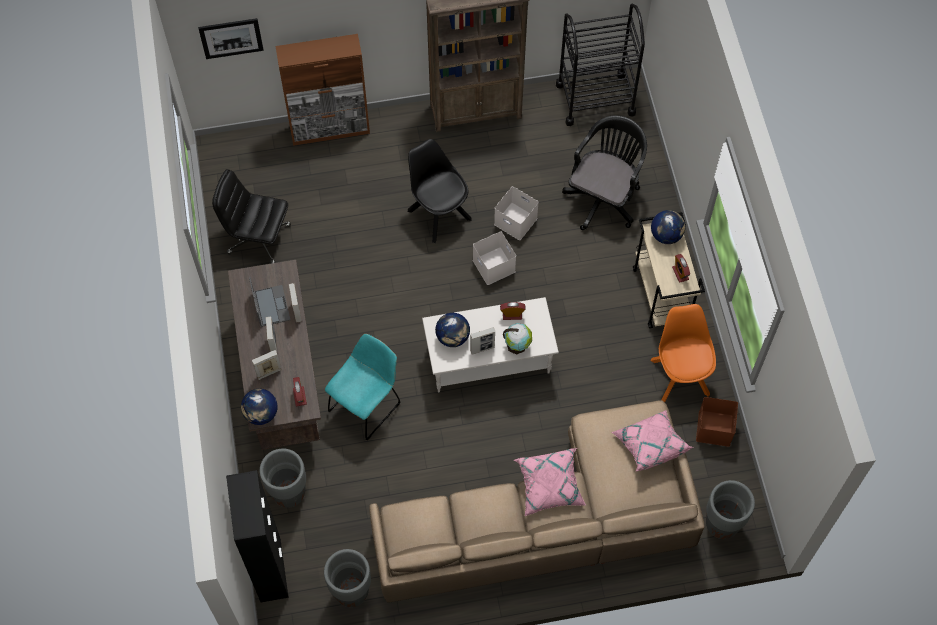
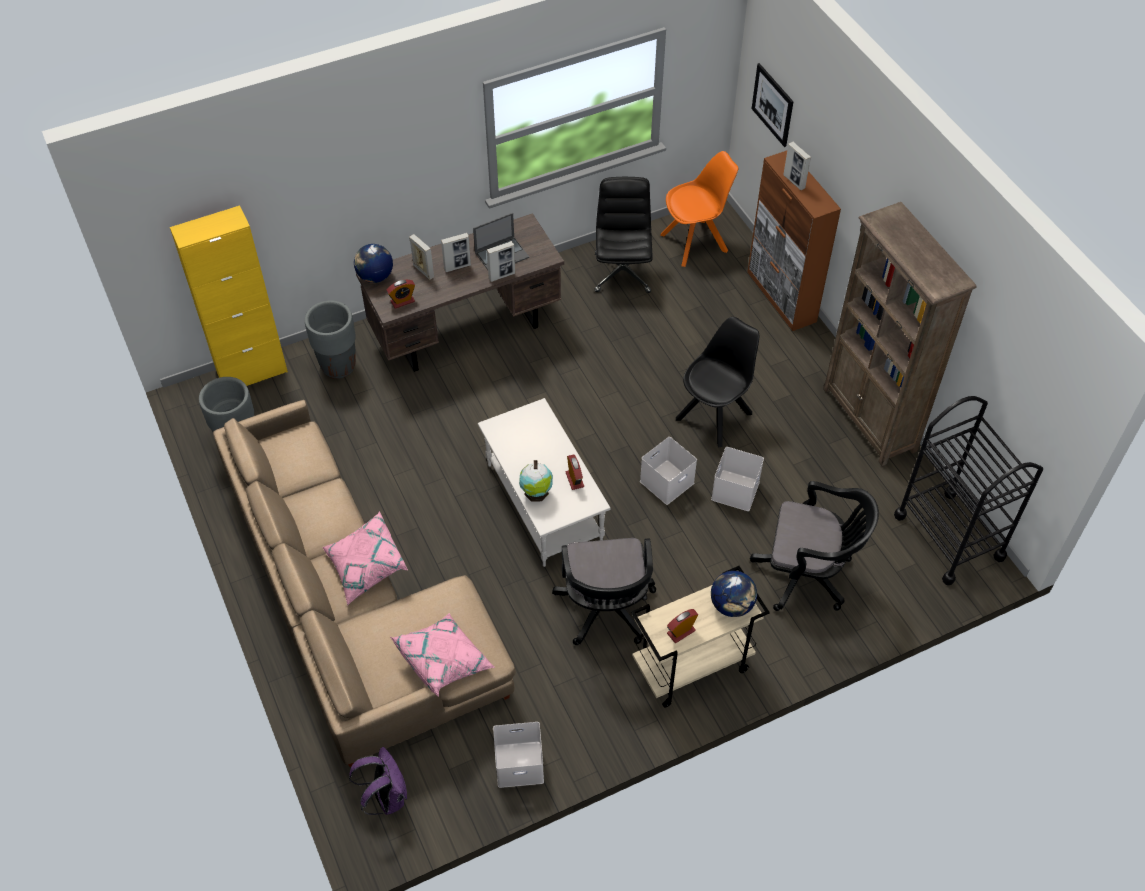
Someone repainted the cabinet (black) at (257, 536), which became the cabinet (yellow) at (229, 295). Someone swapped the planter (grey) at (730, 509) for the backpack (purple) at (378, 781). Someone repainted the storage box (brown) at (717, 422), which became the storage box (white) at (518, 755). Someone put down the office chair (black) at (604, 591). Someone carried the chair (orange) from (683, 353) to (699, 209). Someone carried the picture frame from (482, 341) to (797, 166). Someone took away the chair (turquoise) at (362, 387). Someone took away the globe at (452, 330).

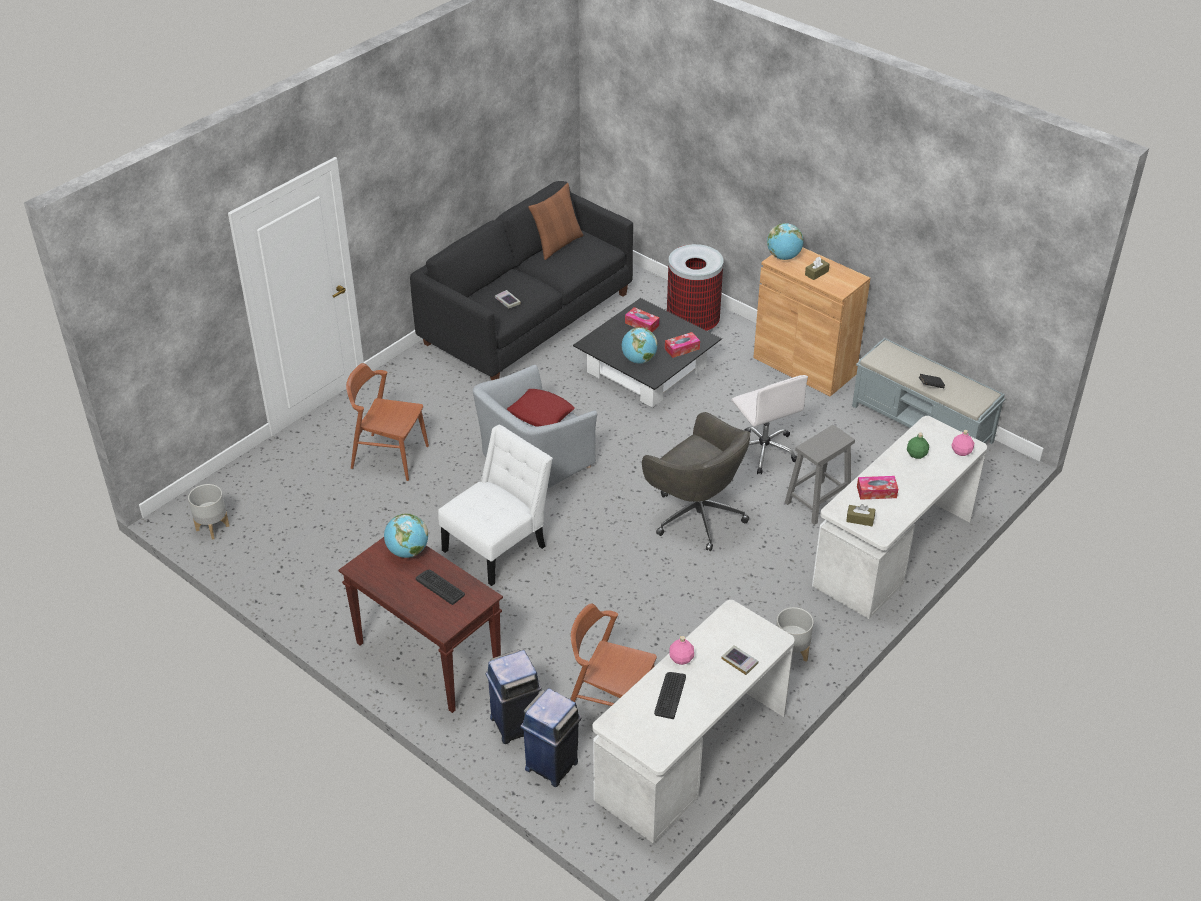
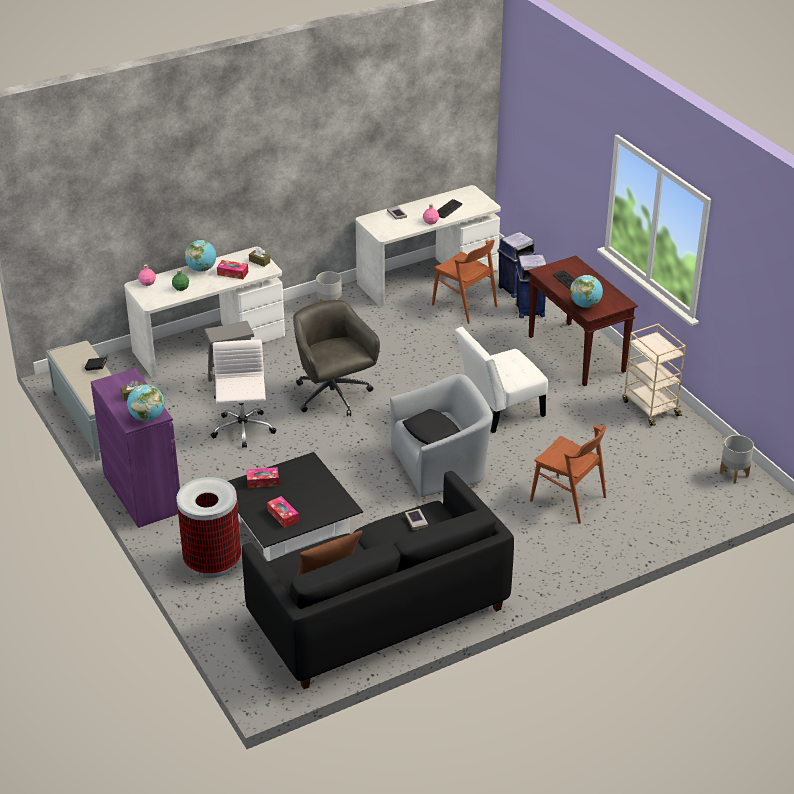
Someone repainted the cabinet (brown) at (811, 321), which became the cabinet (purple) at (135, 448). Someone carried the globe from (639, 345) to (200, 256). Someone repainted the pillow (red) at (541, 408), which became the pillow (black) at (431, 427). Someone put down the cart (beige) at (654, 375).

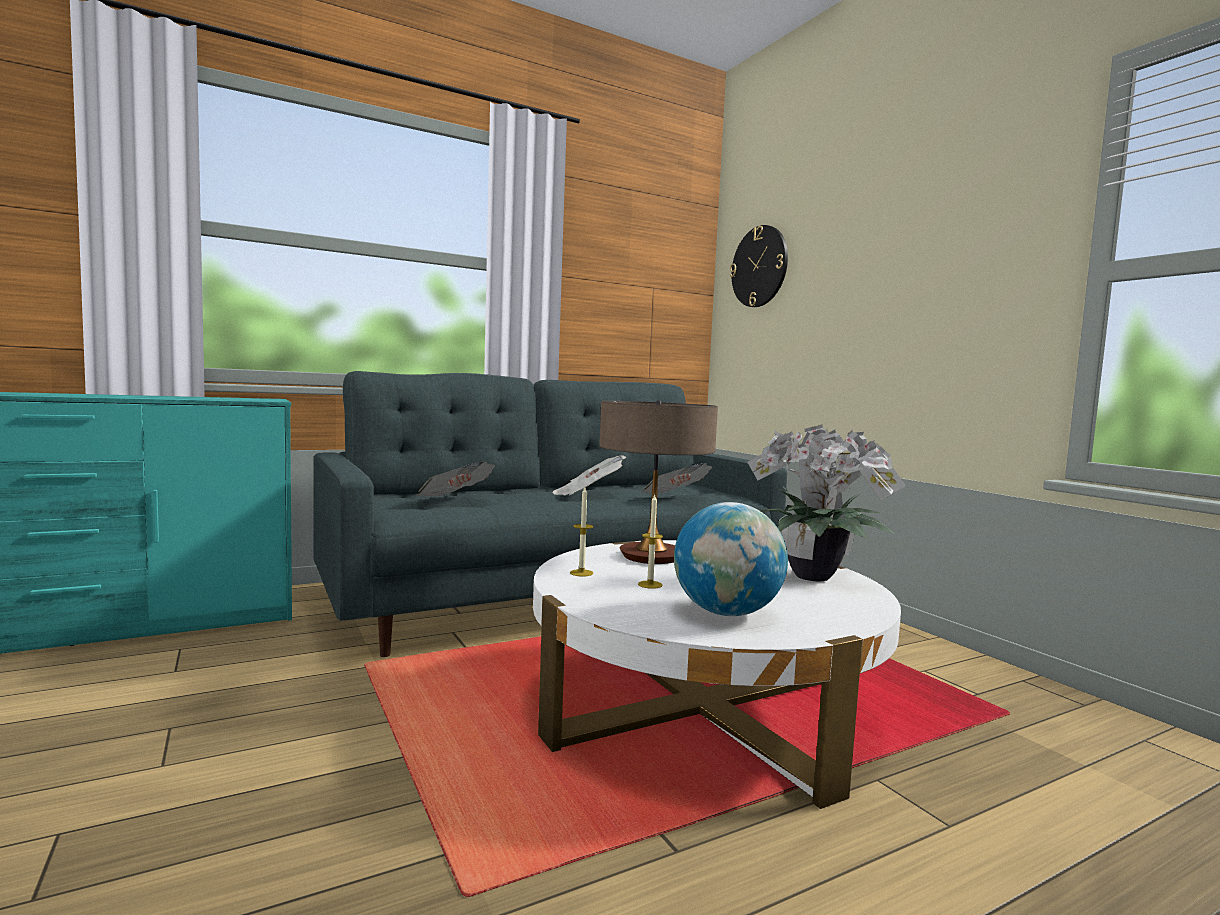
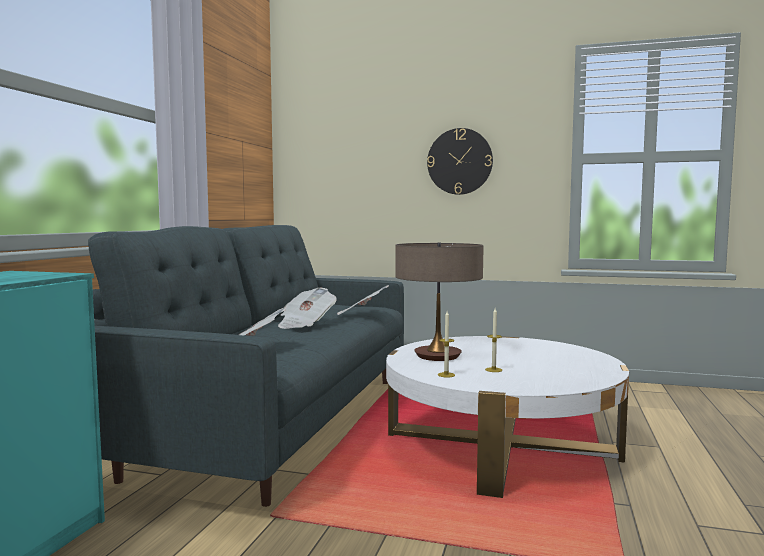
Someone carried the wall clock from (759, 266) to (460, 161). Someone took away the globe at (731, 559). Someone took away the potted plant at (826, 502).

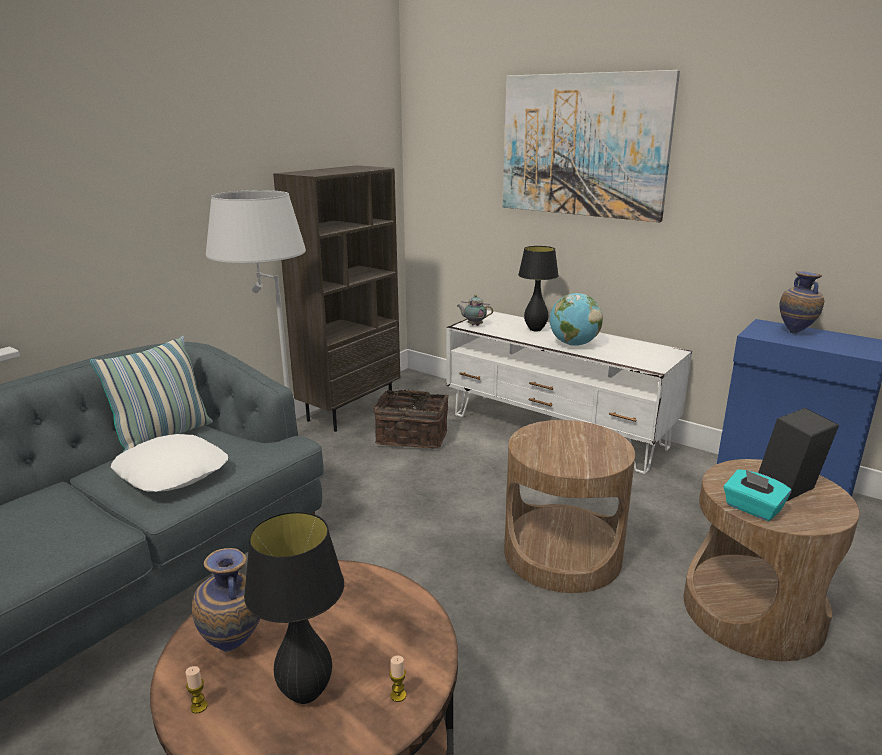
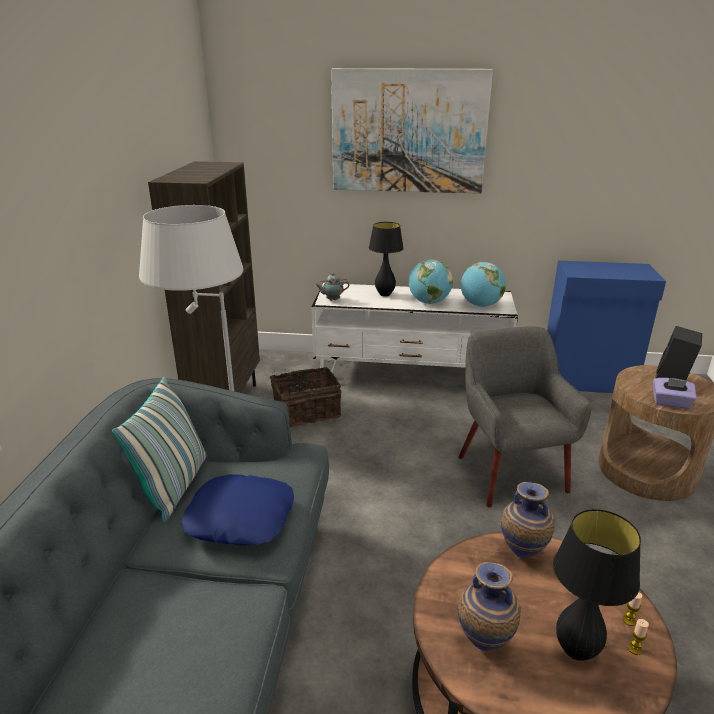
Someone repainted the pillow (white) at (169, 463), which became the pillow (blue) at (237, 509). Someone swapped the side table (brown) at (569, 506) for the armchair (grey) at (524, 416). Someone put down the globe at (483, 284). Someone carried the vase from (802, 302) to (528, 520). Someone carried the candle from (196, 690) to (638, 637). Someone repainted the tissue box (turquoise) at (757, 495), which became the tissue box (purple) at (675, 393).

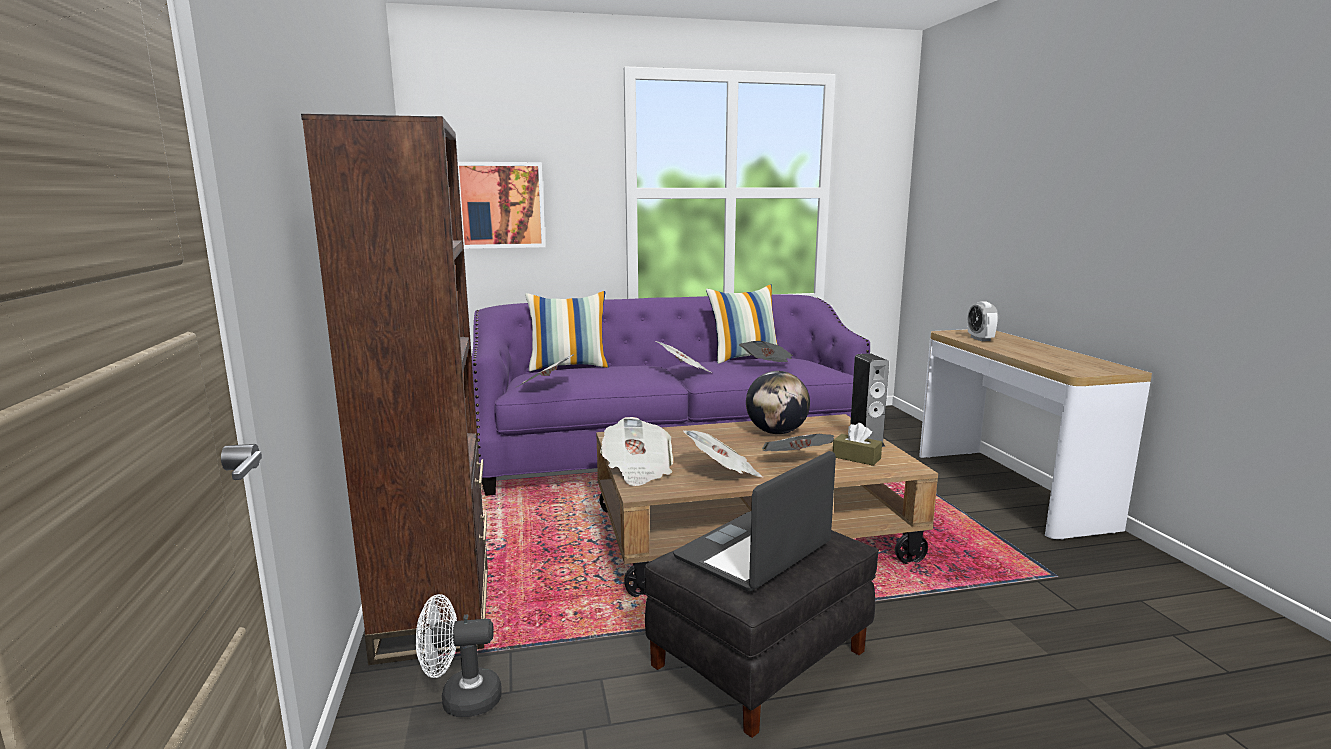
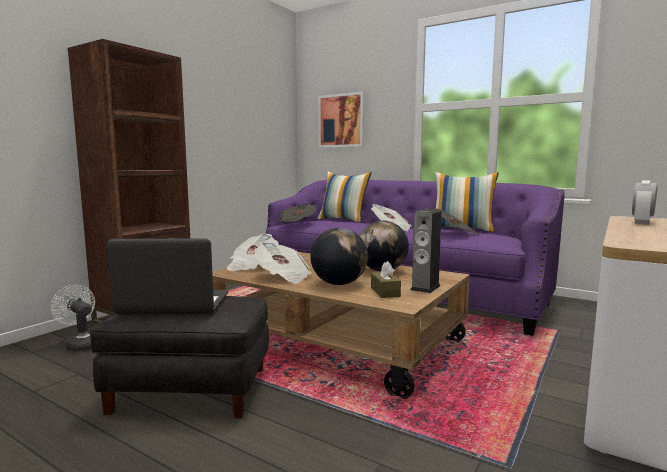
Someone swapped the newspaper at (798, 442) for the globe at (339, 256).

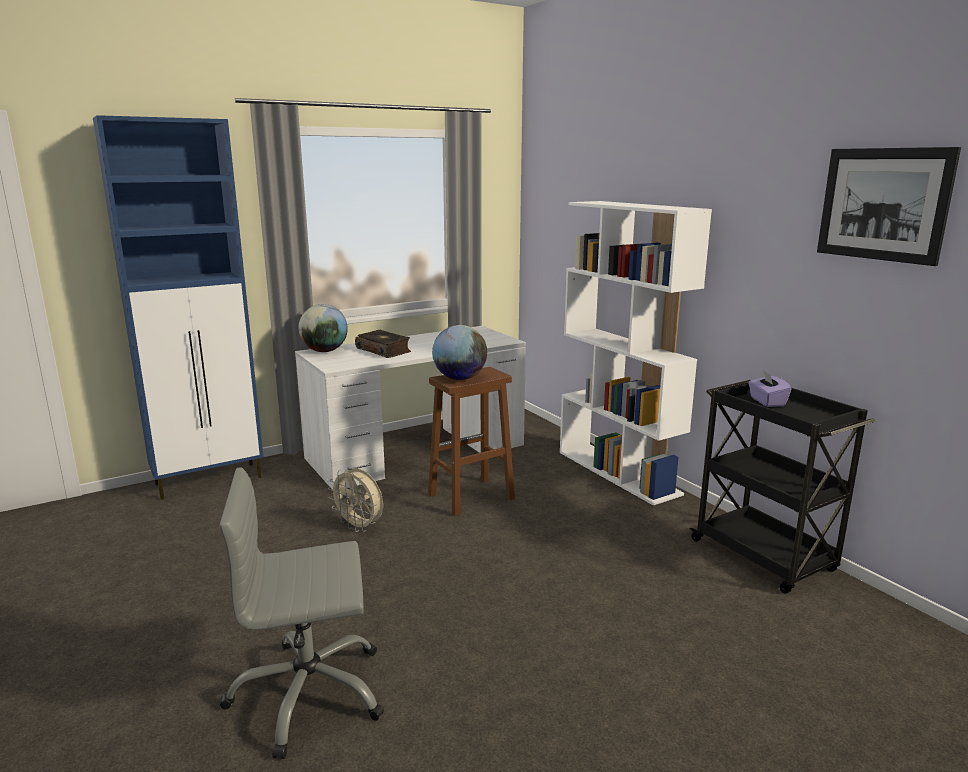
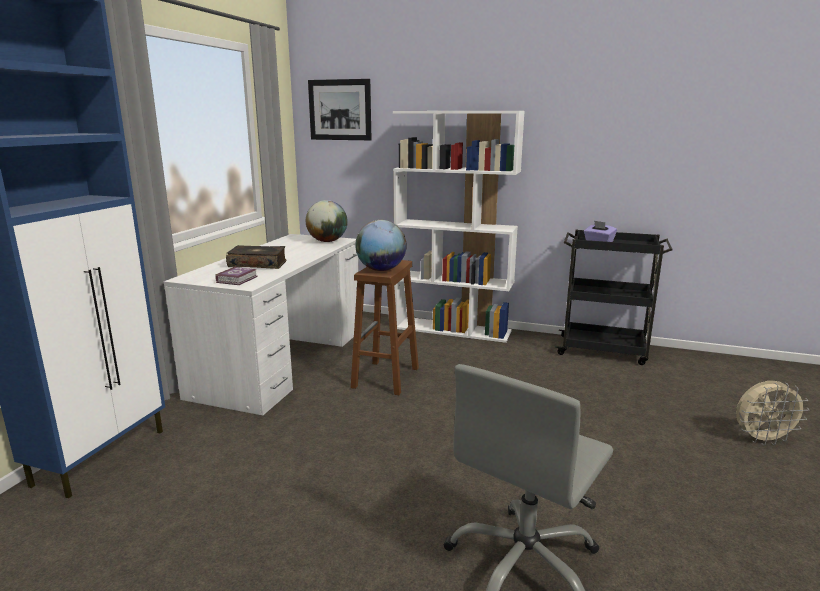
Someone put down the book at (236, 275). Someone carried the globe from (323, 328) to (327, 221). Someone carried the picture from (889, 206) to (340, 109). Someone carried the fan (beige) from (355, 500) to (773, 413).

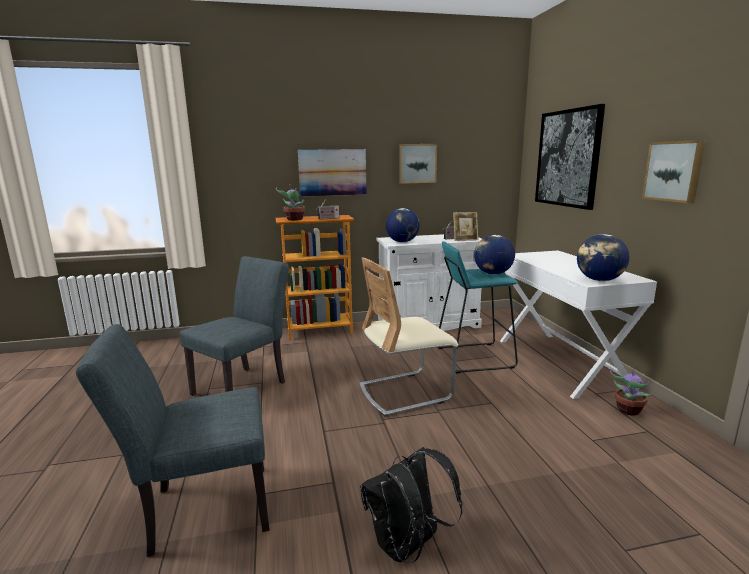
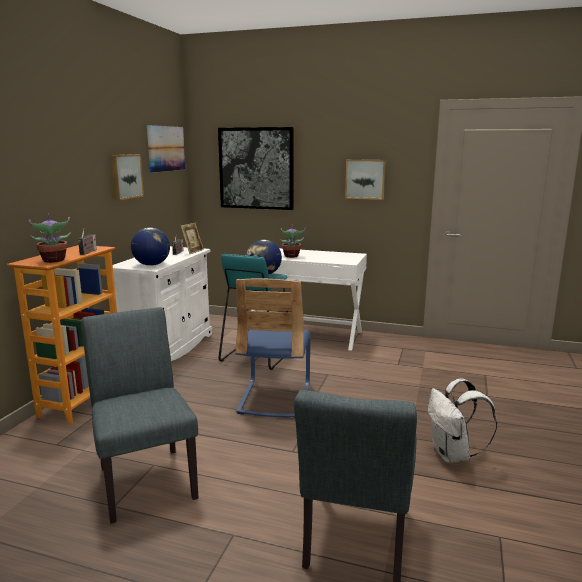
Someone carried the picture from (332, 173) to (166, 149). Someone repainted the chair (beige) at (409, 336), which became the chair (blue) at (273, 348). Someone carried the potted plant from (631, 392) to (292, 241). Someone repainted the backpack (black) at (411, 505), which became the backpack (white) at (462, 421). Someone took away the globe at (603, 257).

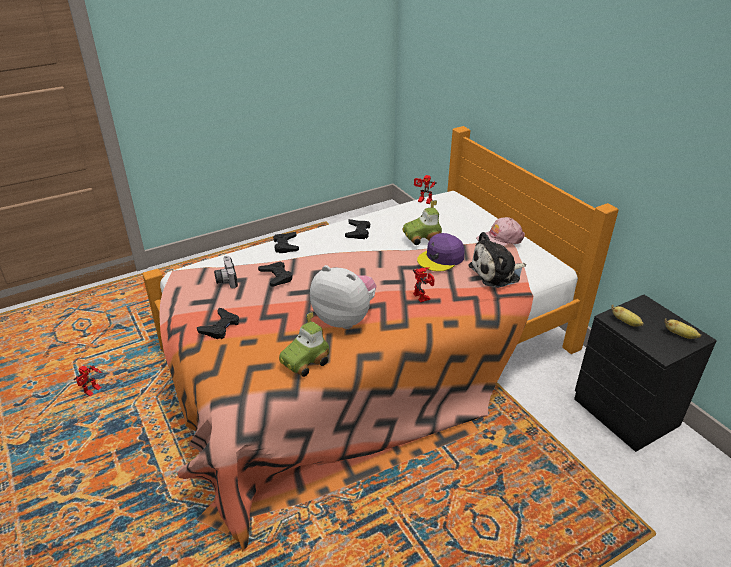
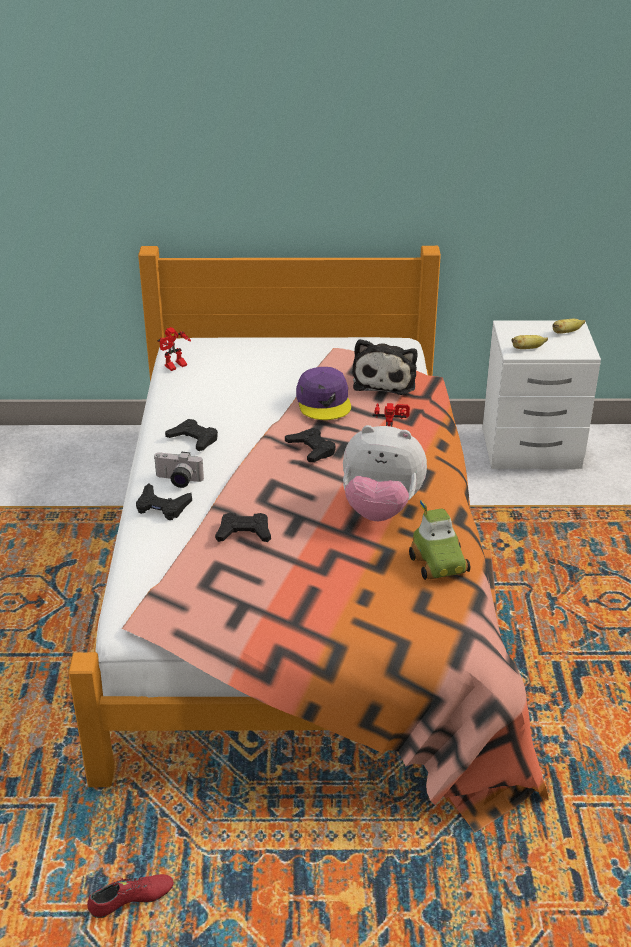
Someone swapped the toy robot at (88, 380) for the shoe (red) at (130, 896). Someone carried the photo camera from (226, 272) to (178, 470). Someone carried the game controller (black) from (218, 323) to (310, 445). Someone rotated the plush toy at (343, 297) by 135 degrees counterclockwise. Someone repainted the nightstand (black) at (645, 373), which became the nightstand (white) at (542, 394). Someone took away the toy car at (422, 222). Someone took away the cap (pink) at (500, 231).

